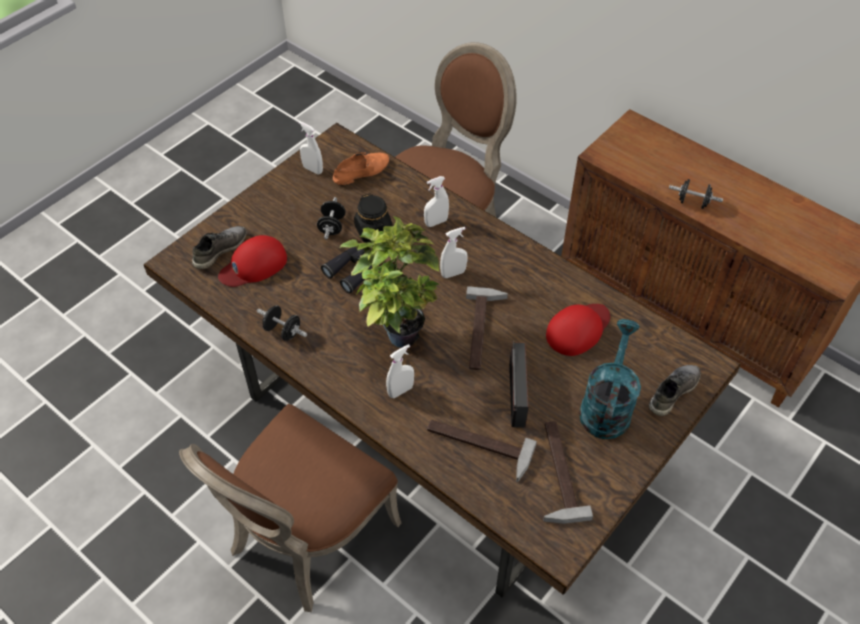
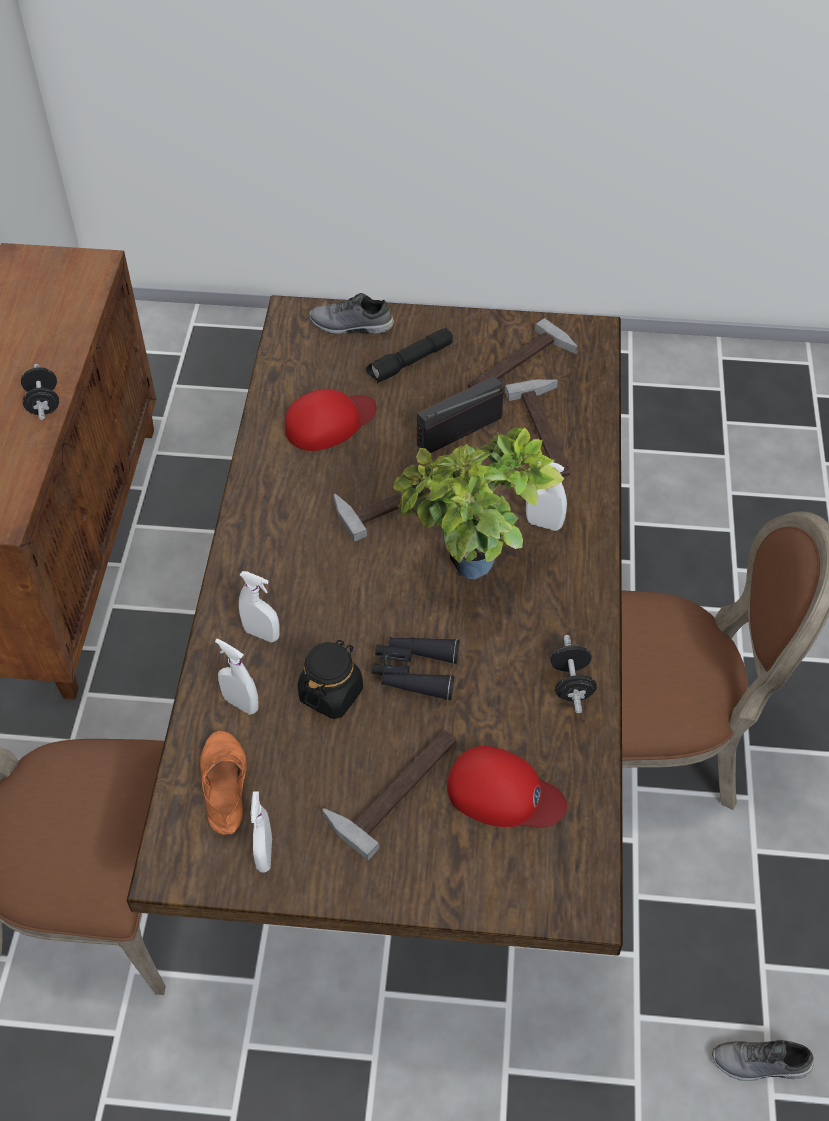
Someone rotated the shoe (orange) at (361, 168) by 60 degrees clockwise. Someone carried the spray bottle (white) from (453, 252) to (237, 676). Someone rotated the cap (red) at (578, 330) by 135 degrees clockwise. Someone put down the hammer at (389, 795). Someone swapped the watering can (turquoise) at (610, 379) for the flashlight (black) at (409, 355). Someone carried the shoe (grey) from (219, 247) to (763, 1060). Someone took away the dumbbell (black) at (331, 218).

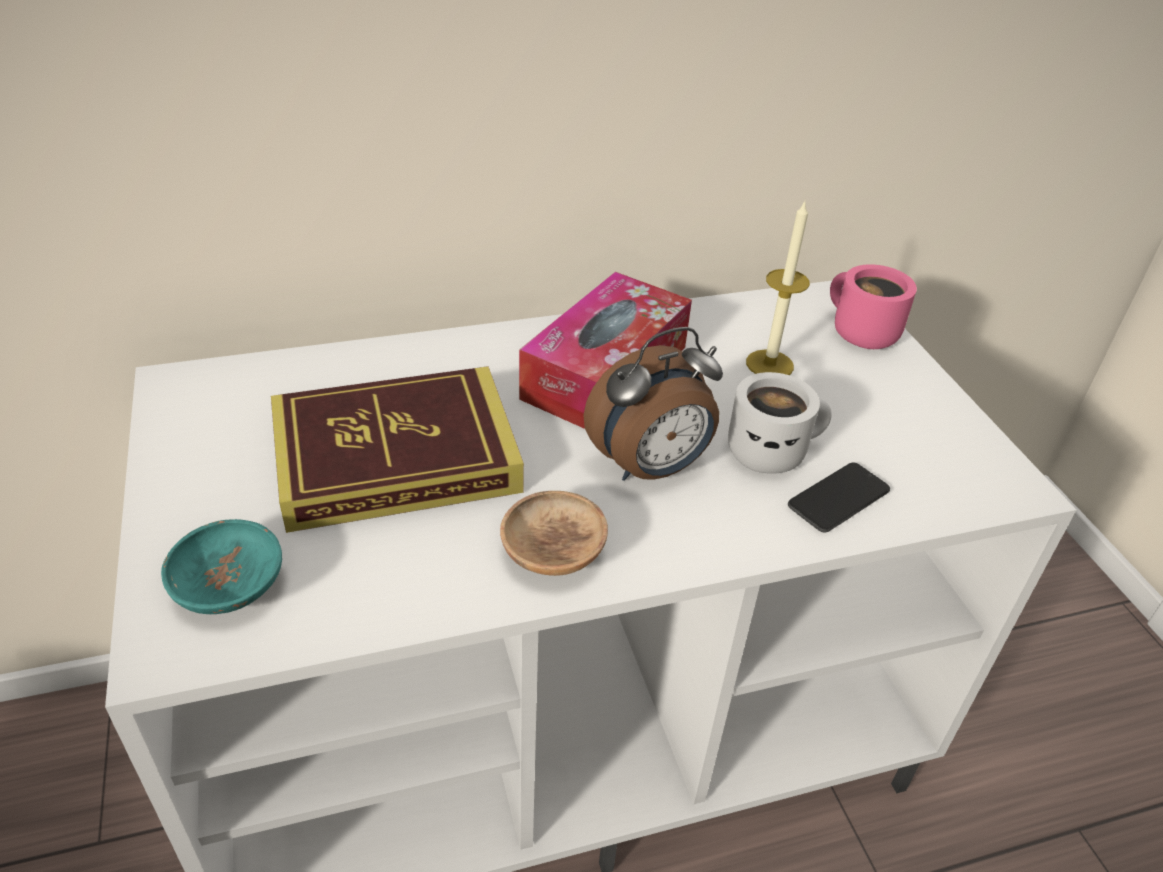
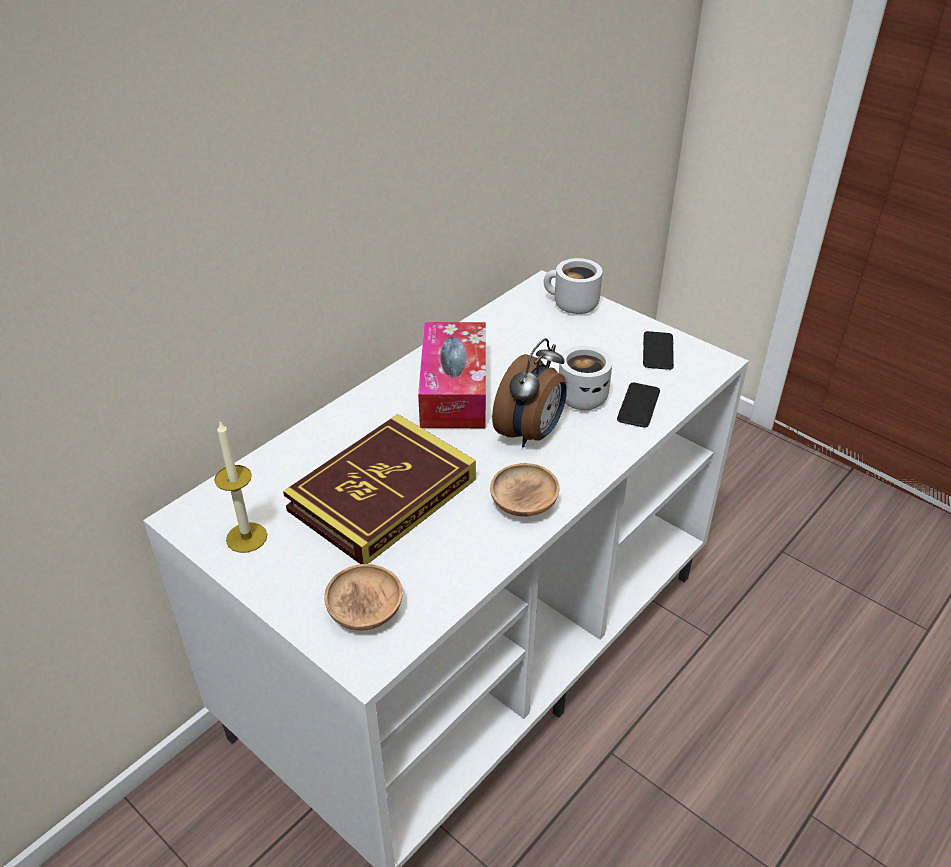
Someone carried the candle from (778, 288) to (240, 487). Someone repainted the bowl (turquoise) at (221, 566), which became the bowl (brown) at (363, 597). Someone repainted the mug (pink) at (873, 306), which became the mug (white) at (573, 286). Someone put down the phone at (658, 350).

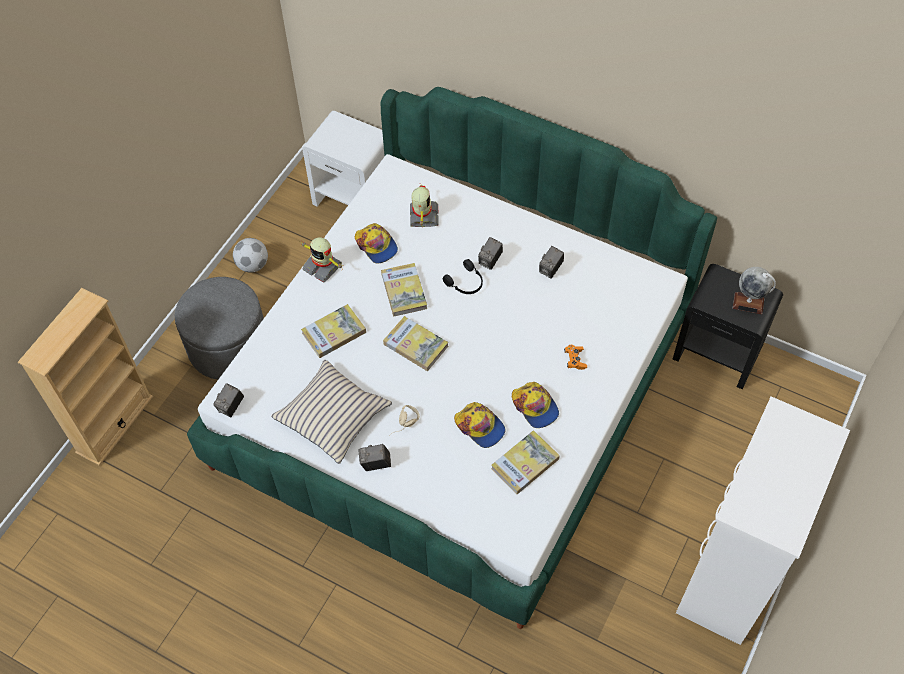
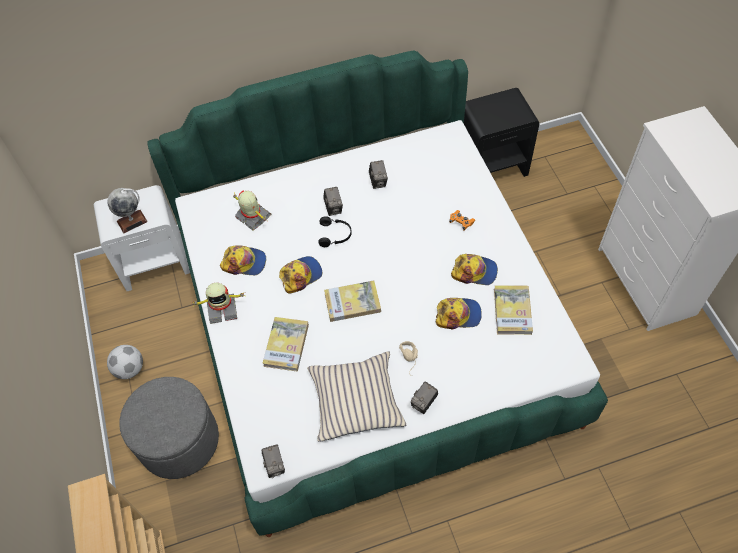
Someone carried the globe from (754, 290) to (127, 210). Someone swapped the book at (404, 289) for the cap at (300, 274).

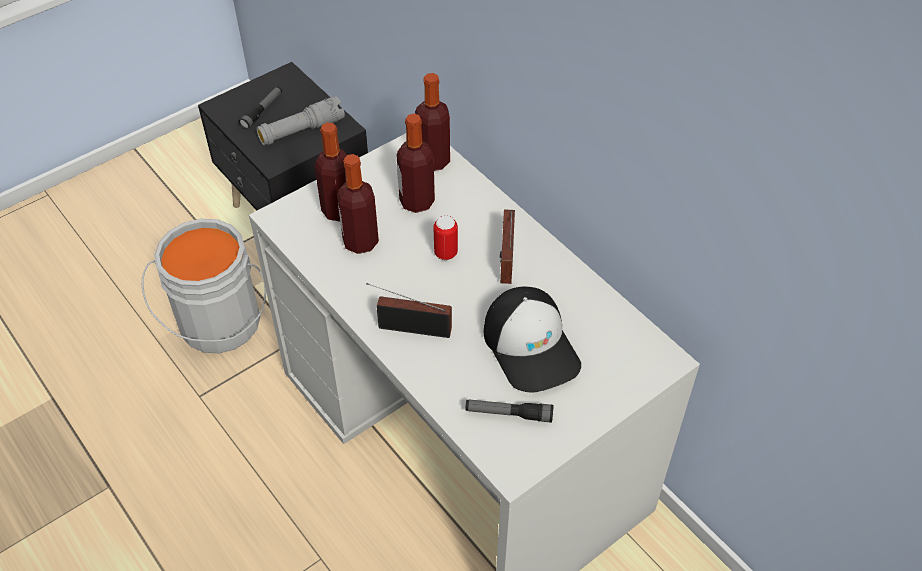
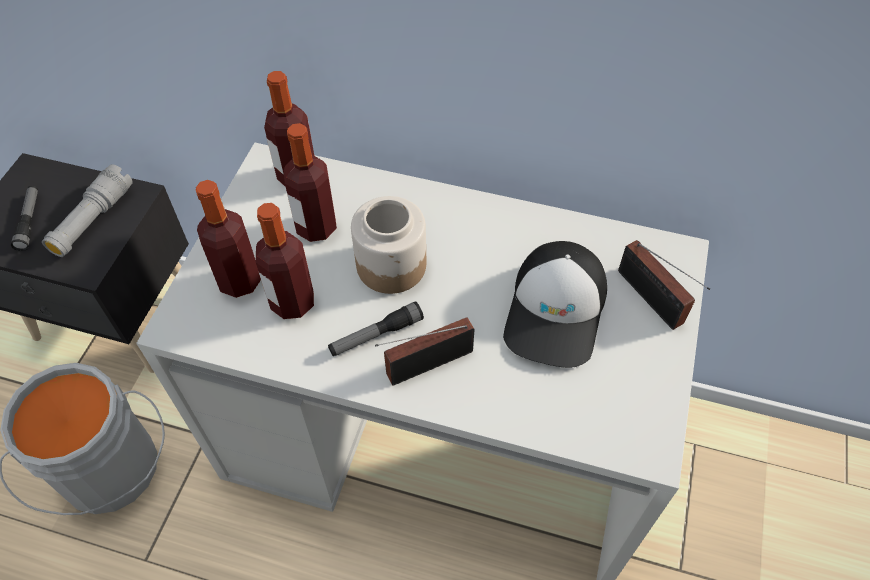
Someone carried the flashlight from (509, 411) to (376, 328). Someone swapped the can at (445, 238) for the jar at (388, 245). Someone rotated the cap at (532, 339) by 75 degrees clockwise. Someone carried the radio from (507, 246) to (664, 285).

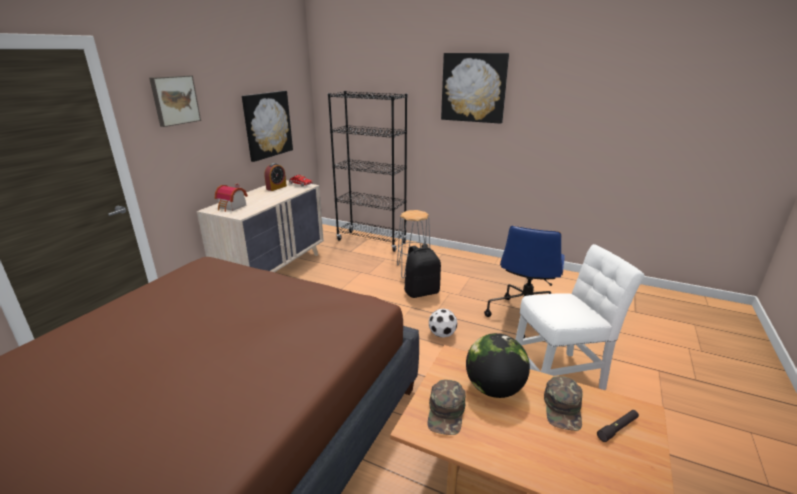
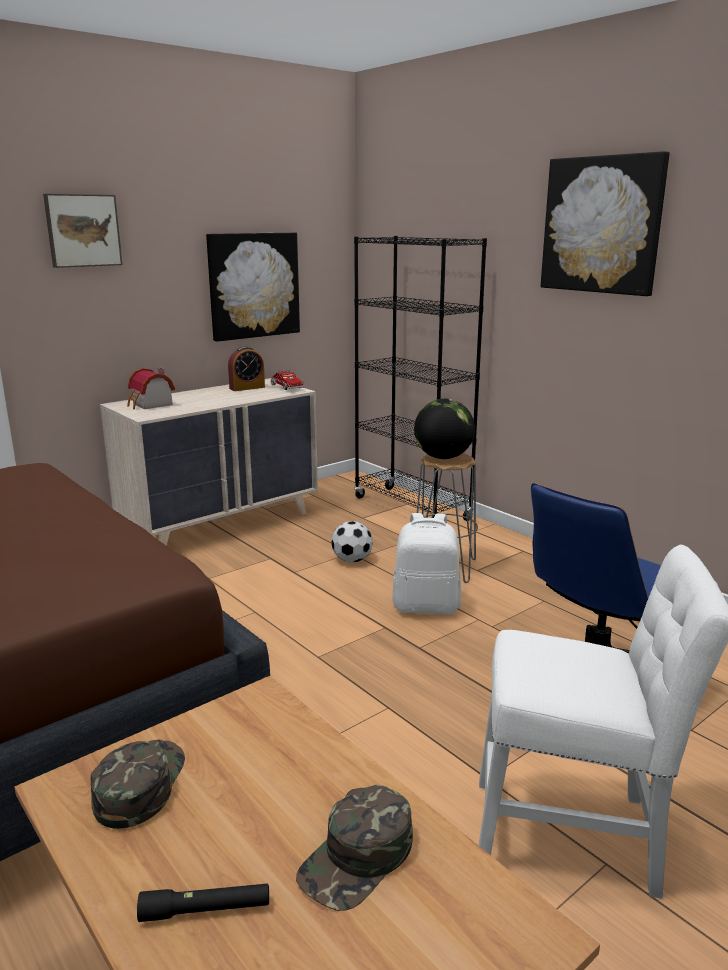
Someone rotated the cap (green) at (446, 407) by 150 degrees clockwise. Someone carried the flashlight (black) from (618, 426) to (203, 902). Someone carried the football from (443, 323) to (352, 542). Someone repainted the backpack (black) at (422, 271), which became the backpack (white) at (426, 563). Someone carried the globe from (498, 365) to (444, 429).

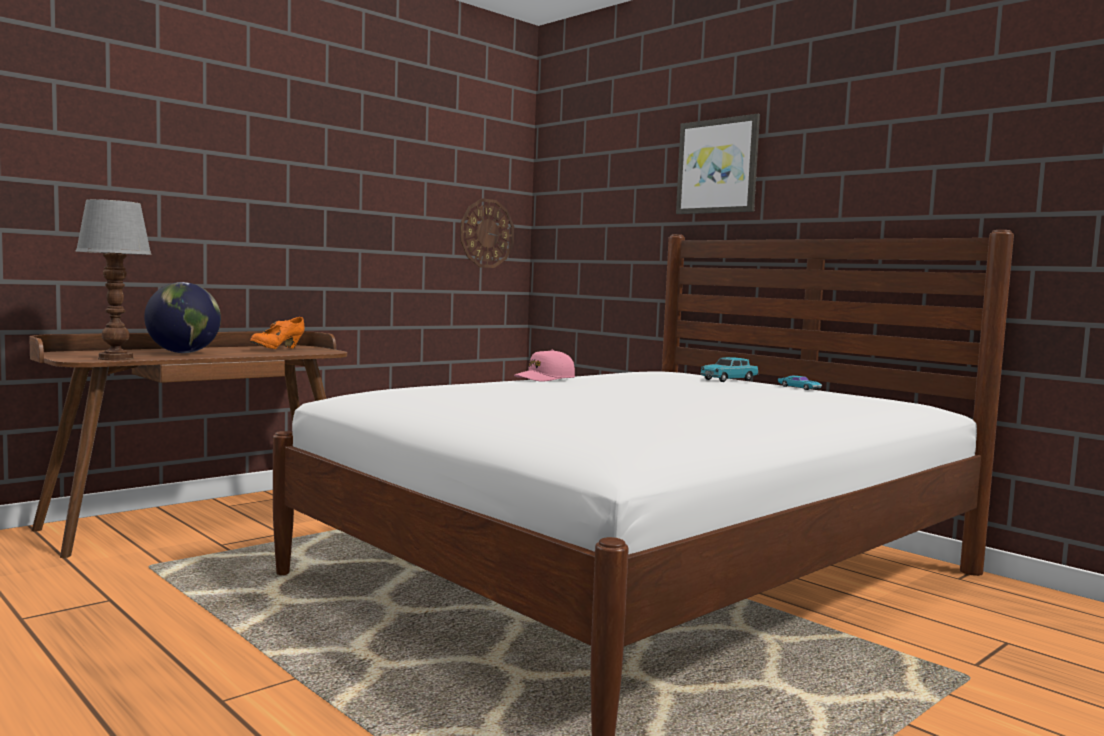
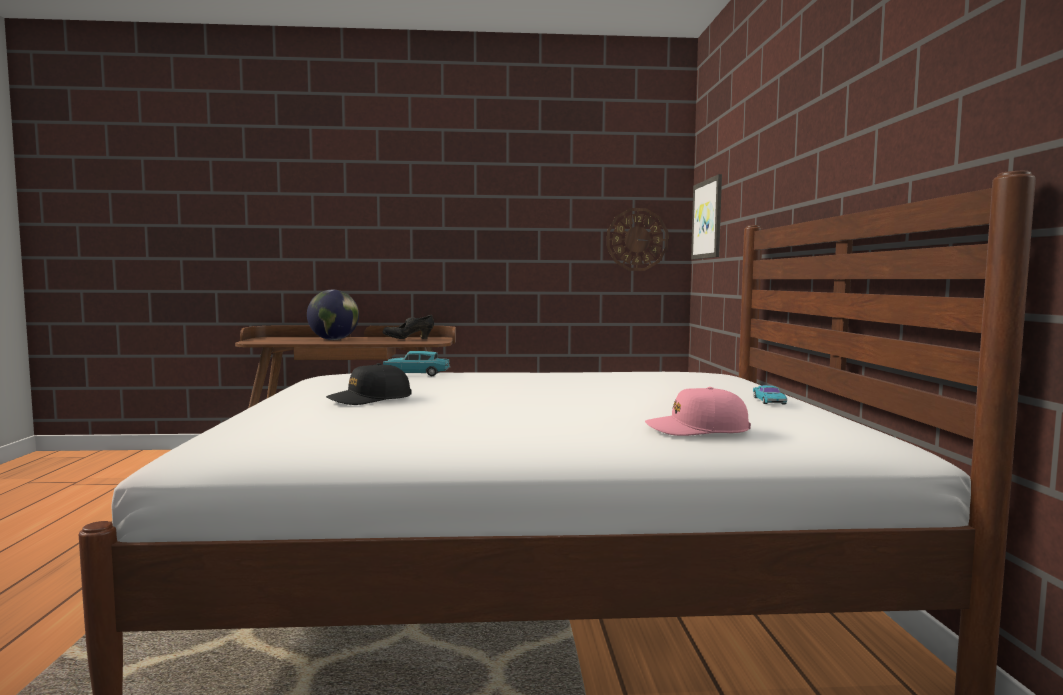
Someone put down the cap (black) at (369, 384). Someone repainted the shoe (orange) at (277, 333), which became the shoe (black) at (408, 327). Someone carried the toy car (turquoise) from (729, 369) to (417, 363). Someone carried the cap (pink) from (544, 366) to (698, 411). Someone carried the picture from (718, 164) to (706, 216). Someone took away the table lamp at (113, 279).

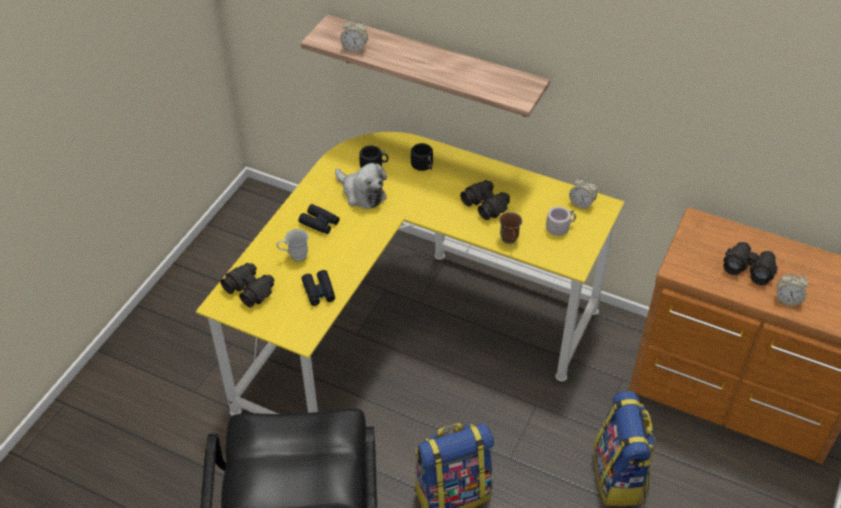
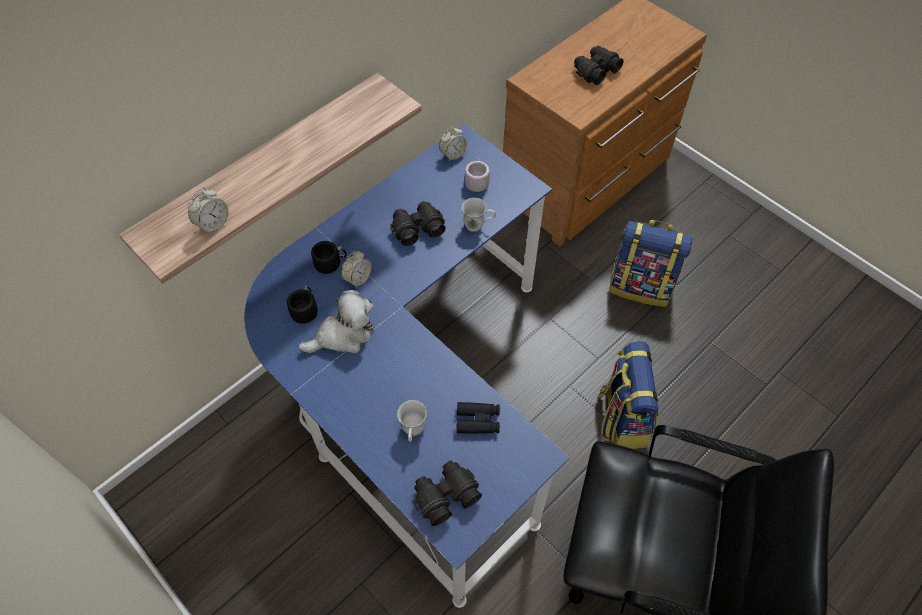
Someone repainted the desk (yellow) at (410, 274), which became the desk (blue) at (406, 366). Someone carried the alarm clock from (793, 289) to (356, 269). Someone repainted the mug (brown) at (510, 228), which became the mug (white) at (479, 215). Someone took away the binoculars (black) at (319, 219).

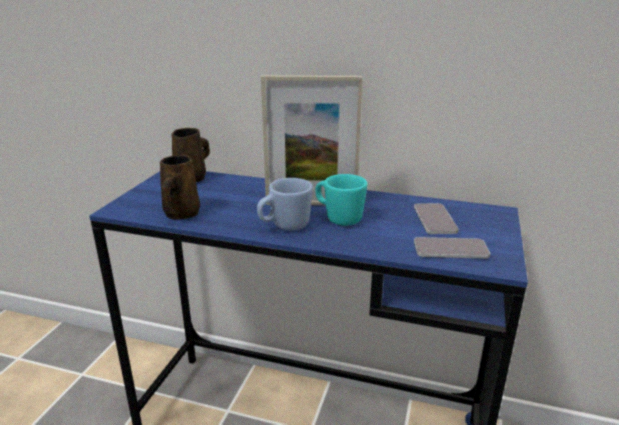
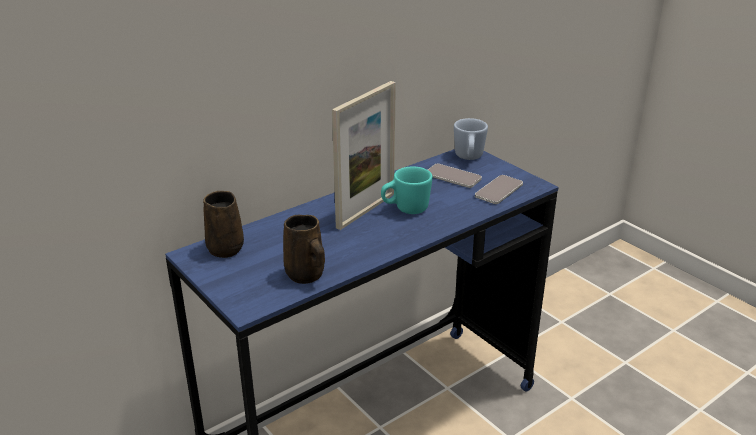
Someone carried the mug (blue) from (285, 204) to (471, 139).

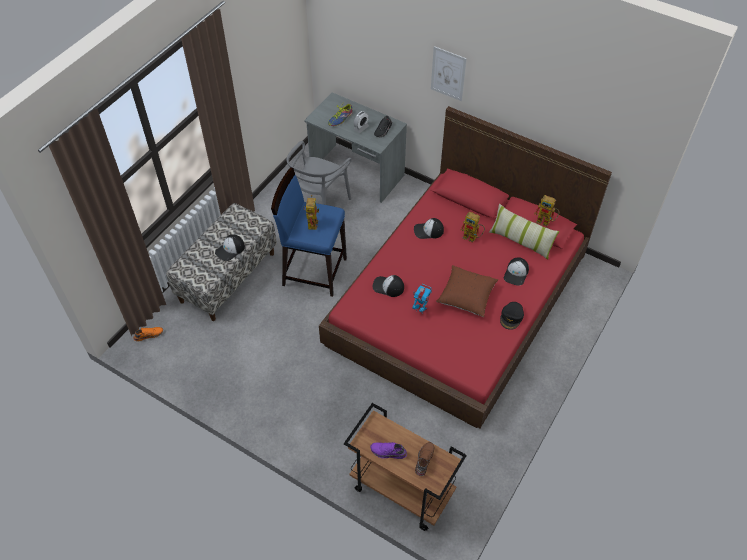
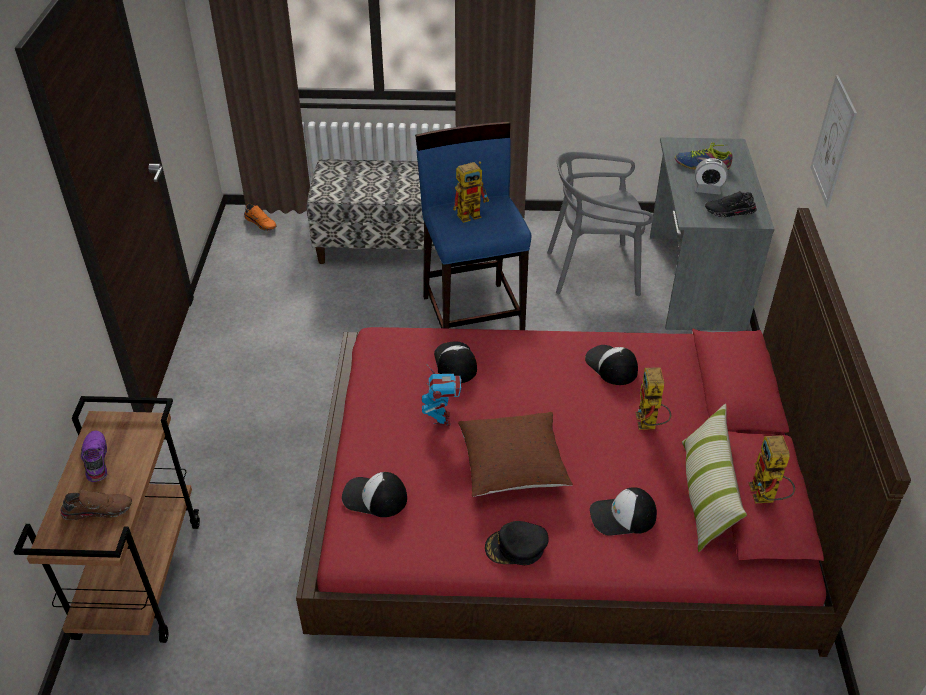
Someone carried the cap from (230, 247) to (374, 494).

